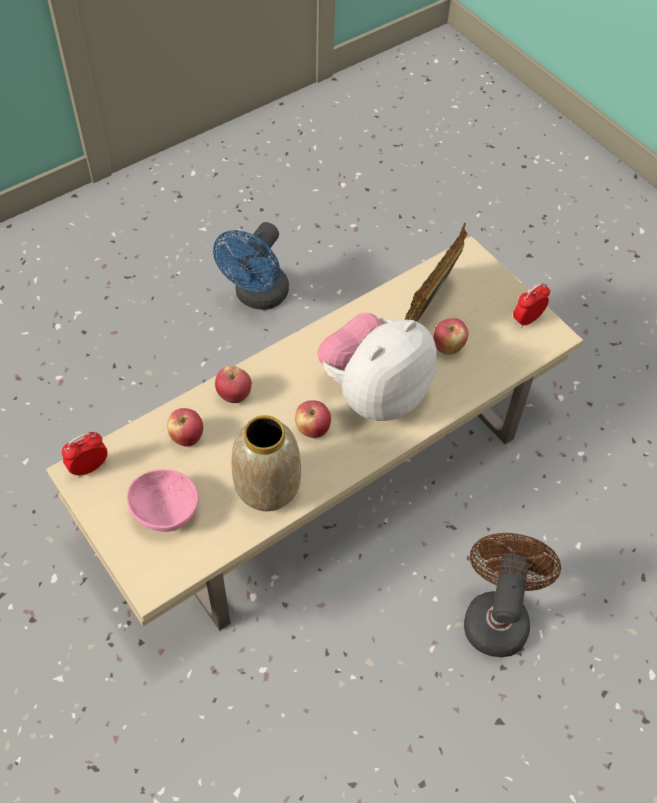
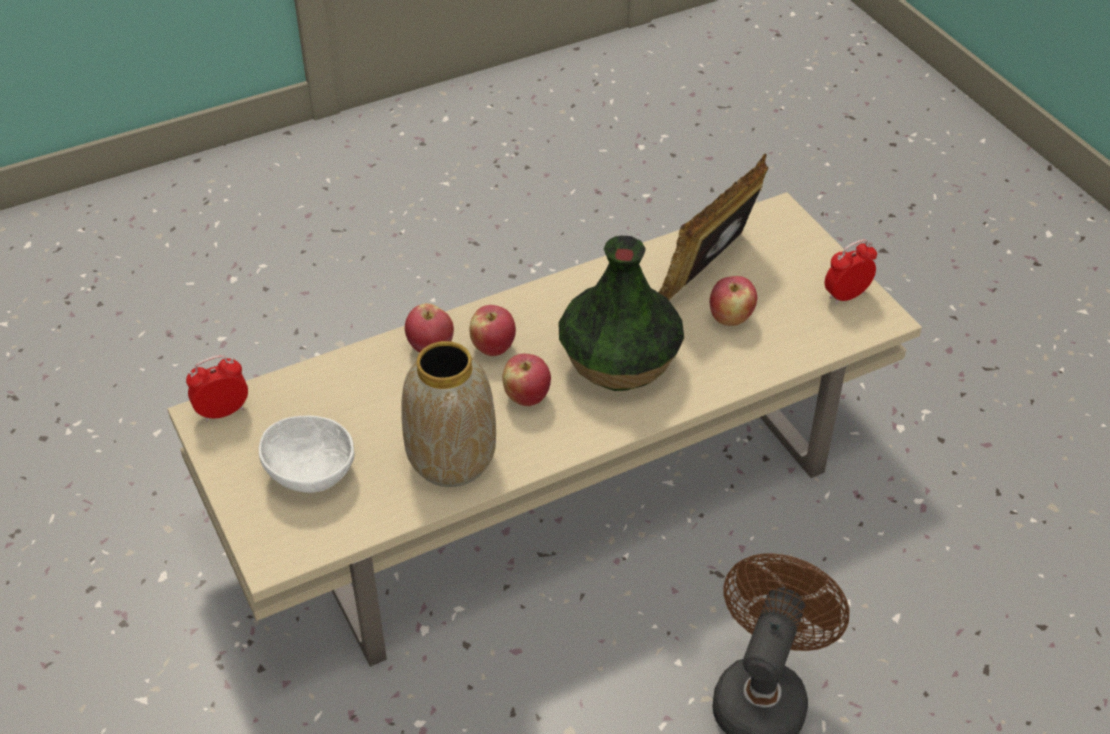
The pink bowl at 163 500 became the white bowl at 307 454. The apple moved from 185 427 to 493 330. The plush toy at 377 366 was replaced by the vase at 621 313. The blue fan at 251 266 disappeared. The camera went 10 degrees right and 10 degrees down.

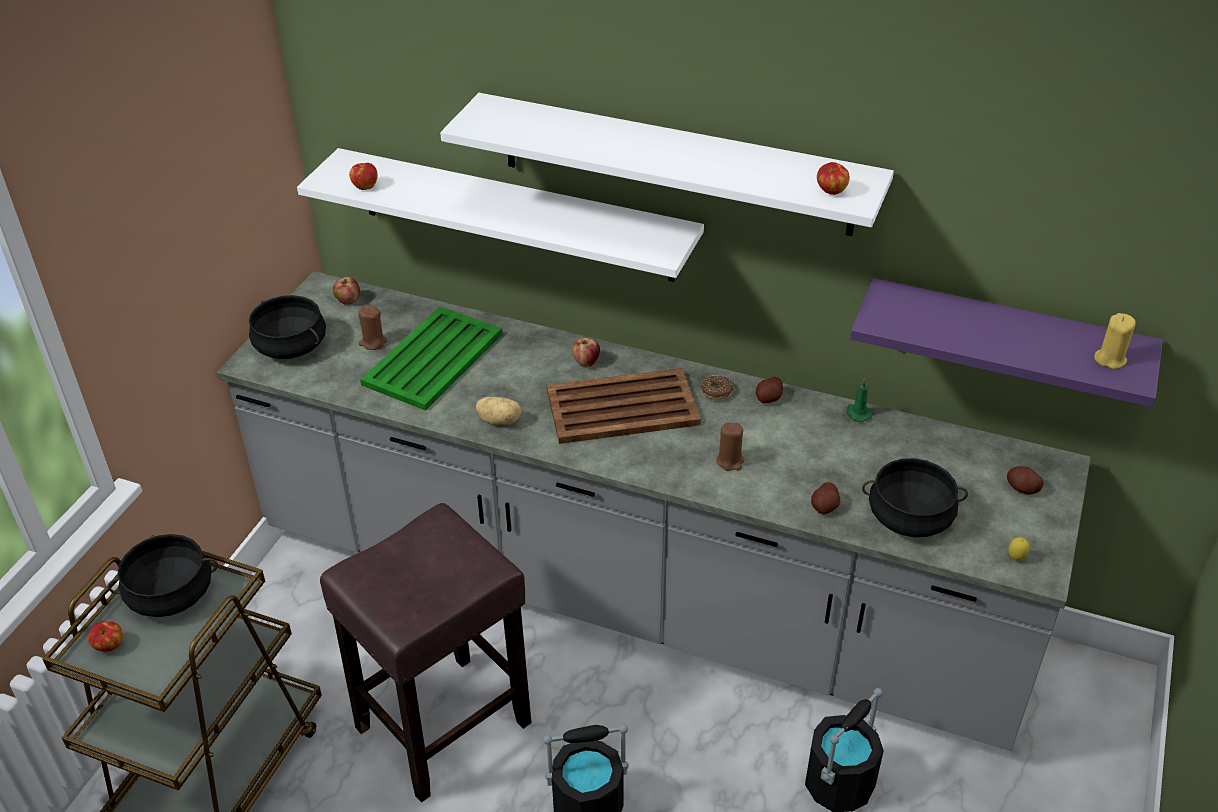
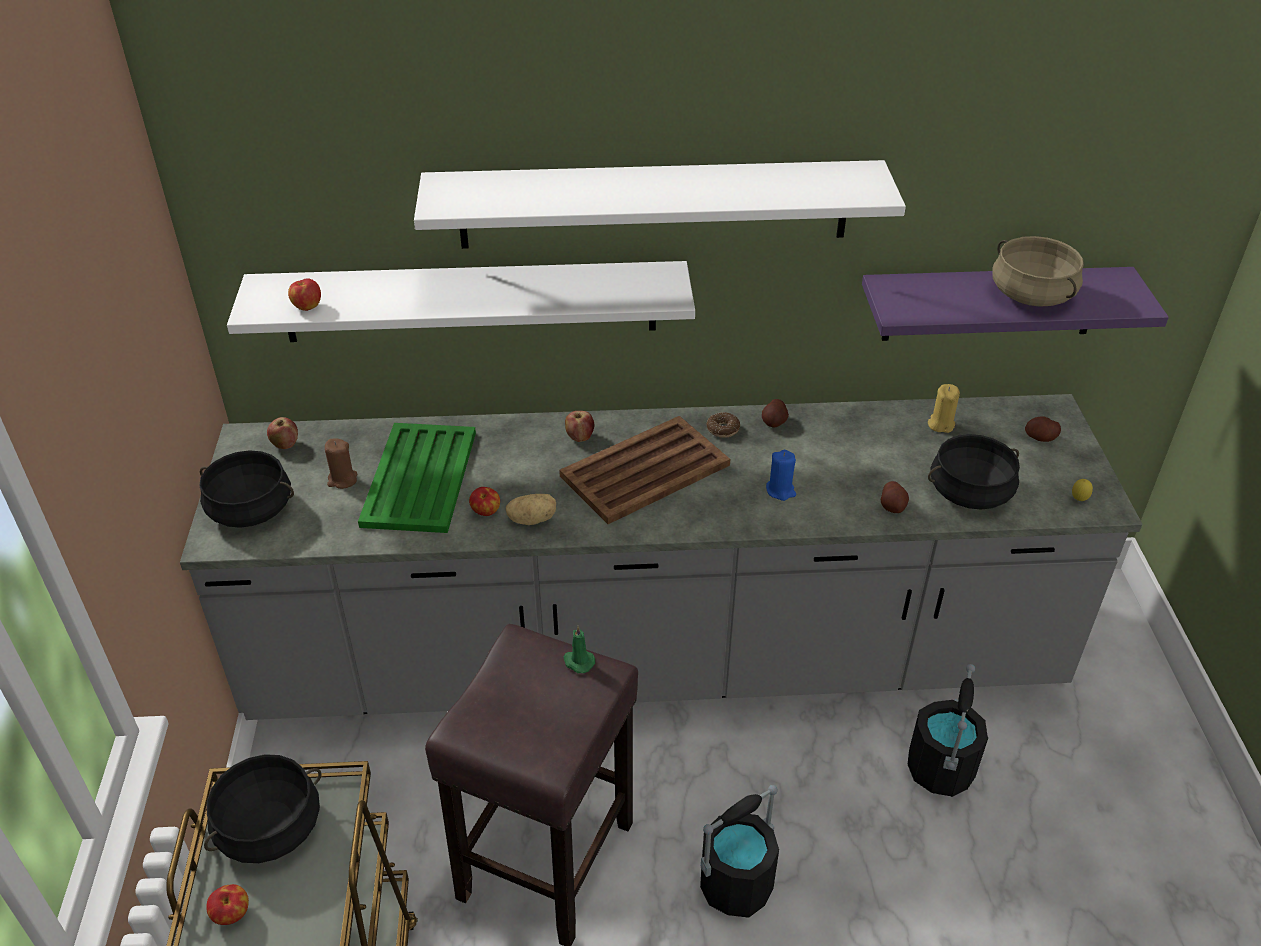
The apple moved from 833 178 to 484 501. The green candle moved from 859 400 to 579 649. The brown candle at 730 447 became the blue candle at 781 475. The yellow candle moved from 1115 341 to 944 408. The beige cooking pot at 1038 271 appeared. The camera went 25 degrees left and 0 degrees up.

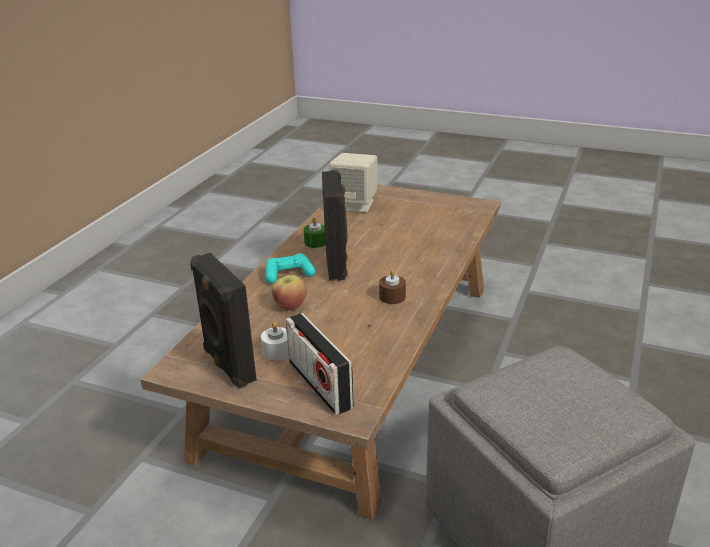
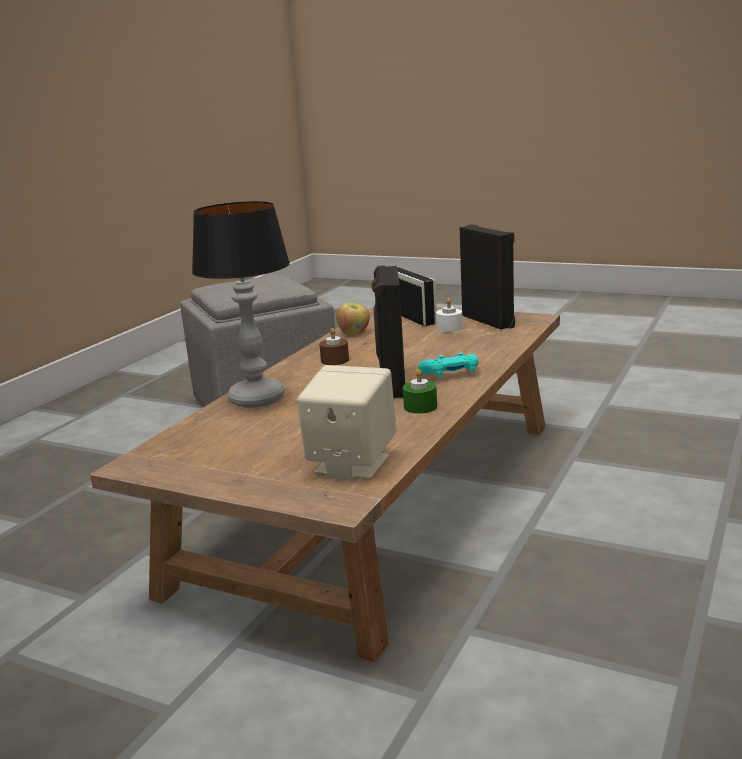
The table lamp at 241 304 appeared. The apple moved from 289 293 to 353 319. The camera went 175 degrees left and 10 degrees down.

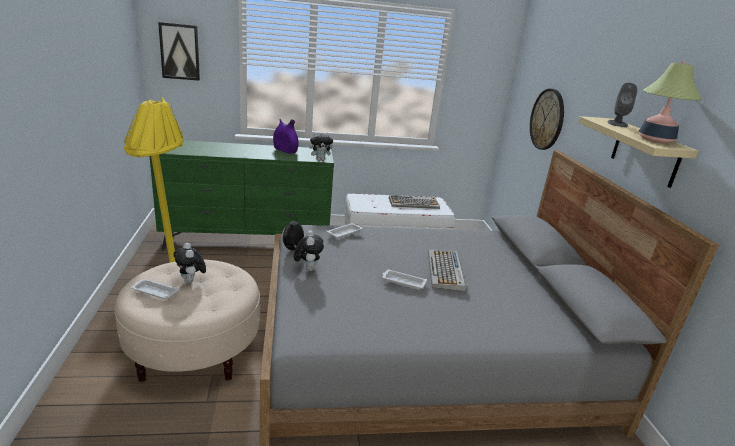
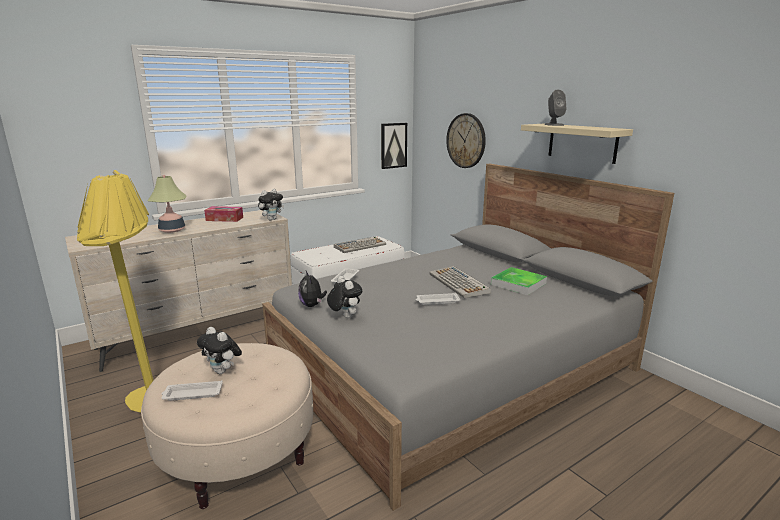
The green dresser at 241 195 became the beige dresser at 178 291. The table lamp moved from 670 102 to 167 204. The purple vase at 285 136 was replaced by the tissue box at 223 214. The picture moved from 179 51 to 394 146. The tray at 519 281 appeared. The camera went 25 degrees left and 5 degrees down.

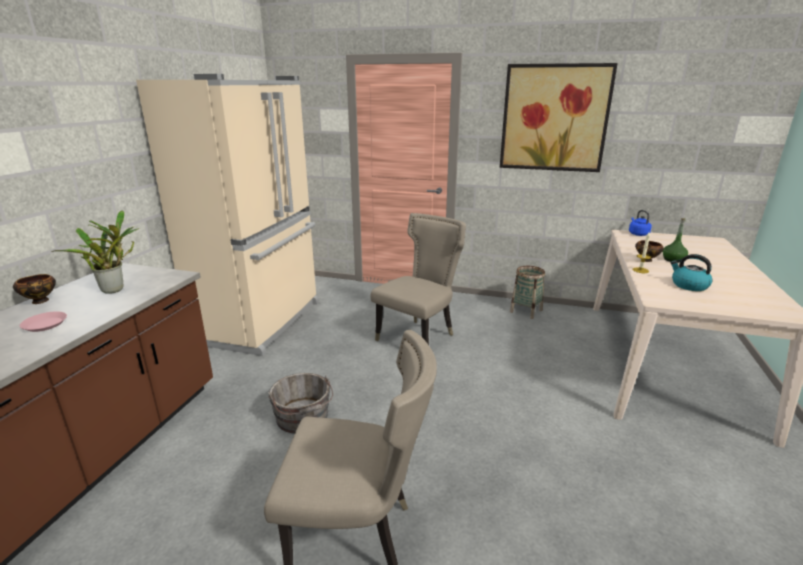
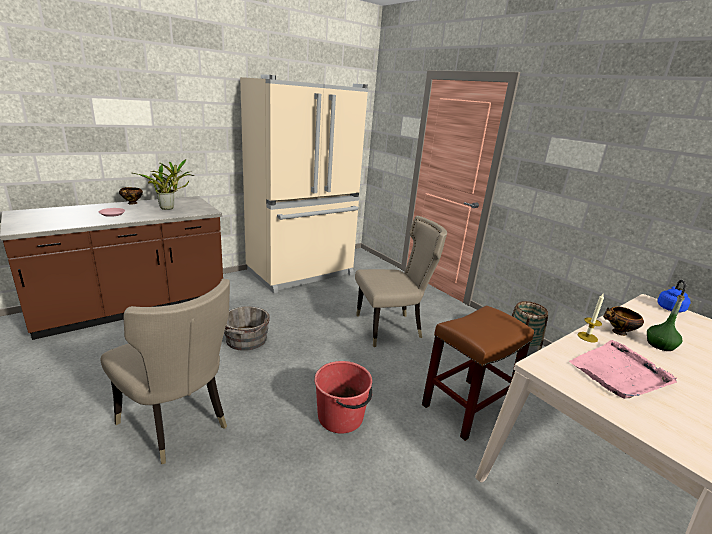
The red bucket at 343 397 appeared. The brown stool at 478 373 appeared. The kettle at 691 272 was replaced by the pink tray at 623 369. The picture at 559 117 disappeared. The camera went 35 degrees right and 0 degrees up.

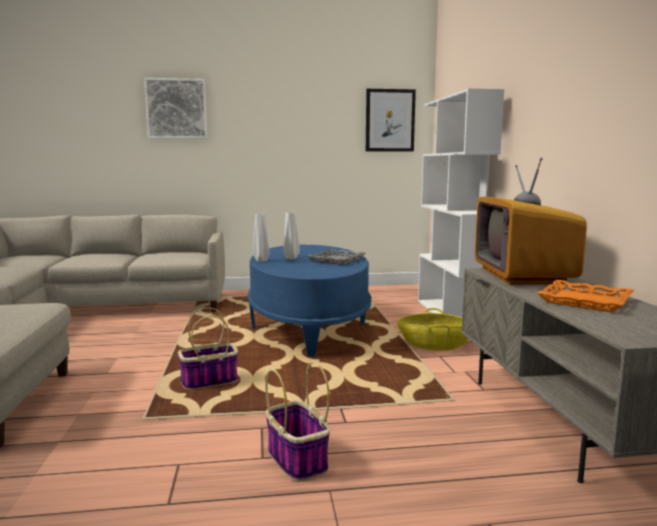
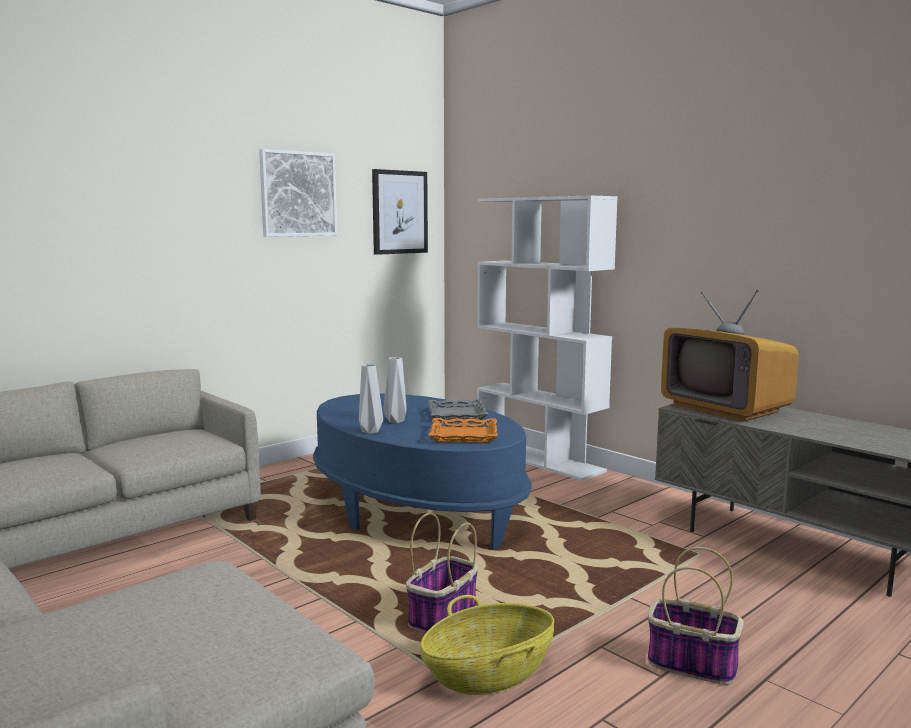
The picture moved from 176 108 to 298 193. The basket moved from 432 329 to 487 645. The orange tray moved from 585 296 to 463 430. The camera went 35 degrees left and 0 degrees up.

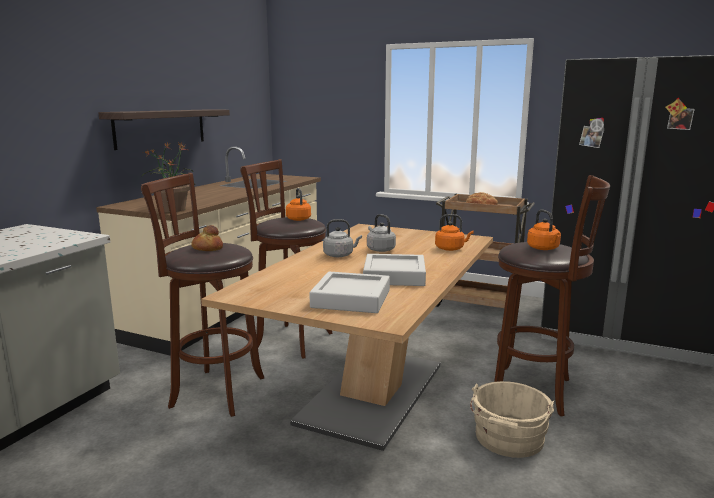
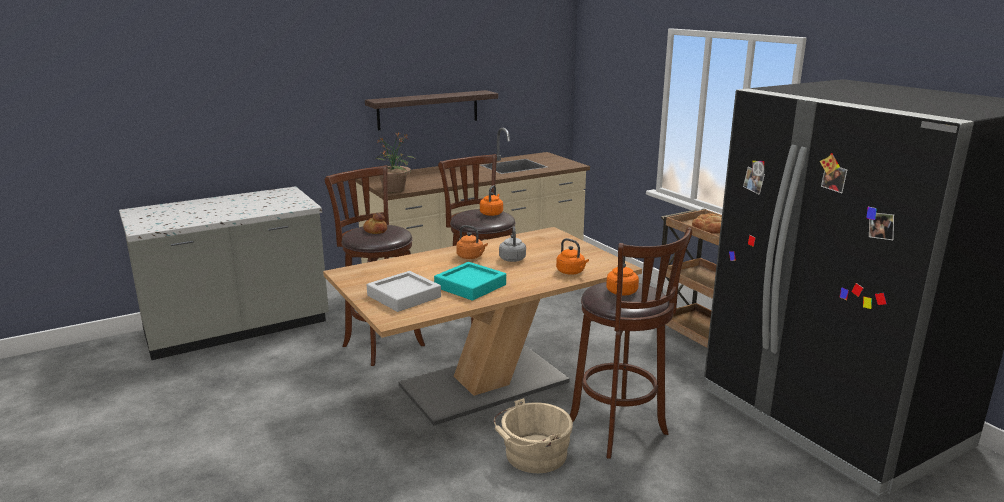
The grey tray at 394 270 became the turquoise tray at 470 281. The grey kettle at 342 238 became the orange kettle at 472 242. The camera went 35 degrees right and 5 degrees up.

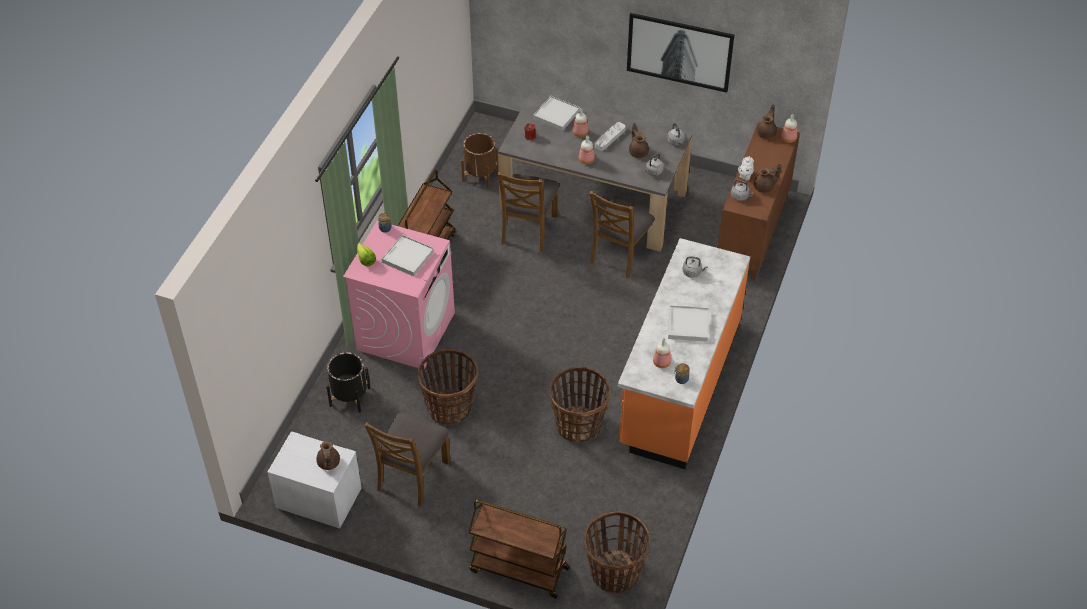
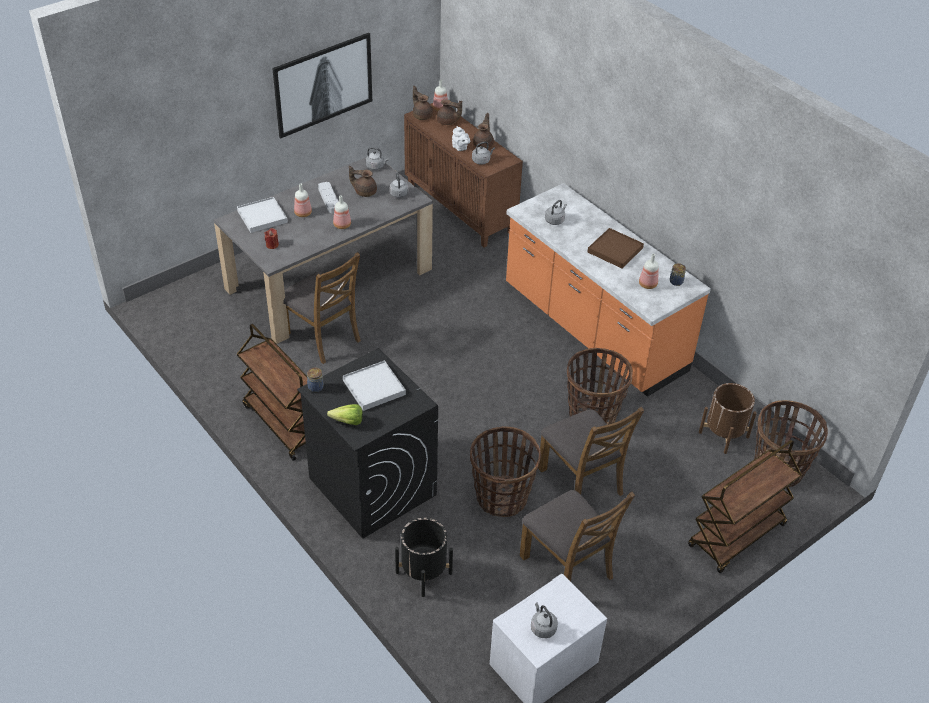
The pink washing machine at 399 295 became the black washing machine at 367 443. The brown teapot moved from 328 455 to 449 112. The grey kettle at 544 620 appeared. The brown chair moved from 622 235 to 591 451. The white tray at 688 323 became the brown tray at 616 248. The brown planter moved from 480 160 to 728 418. The camera went 60 degrees left and 5 degrees down.

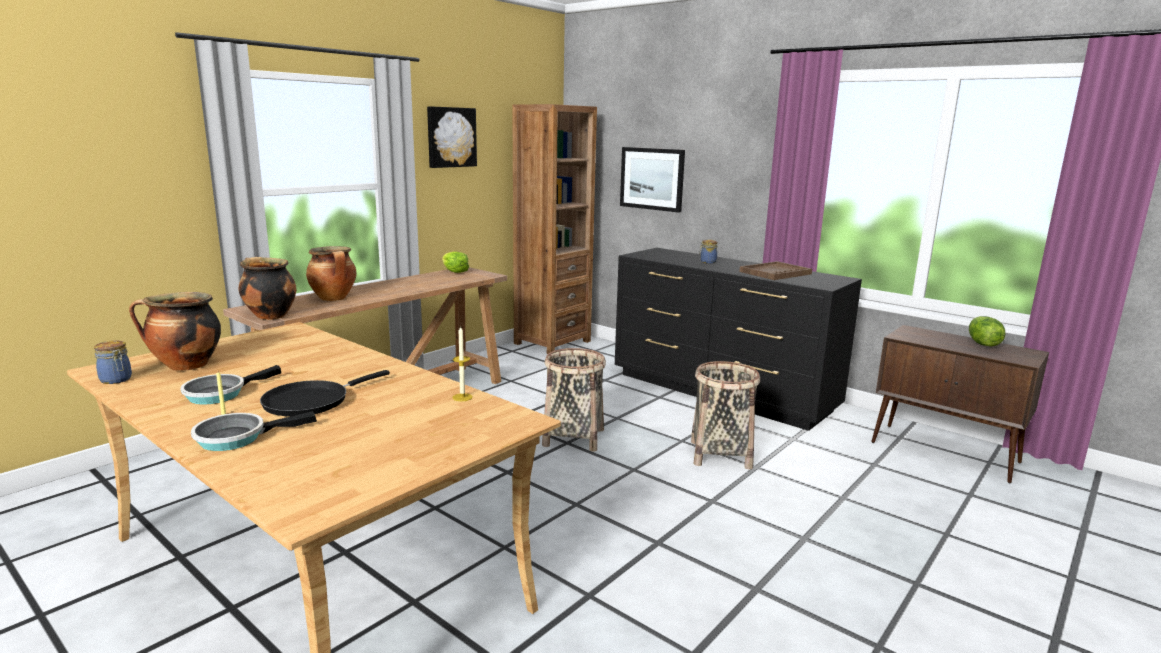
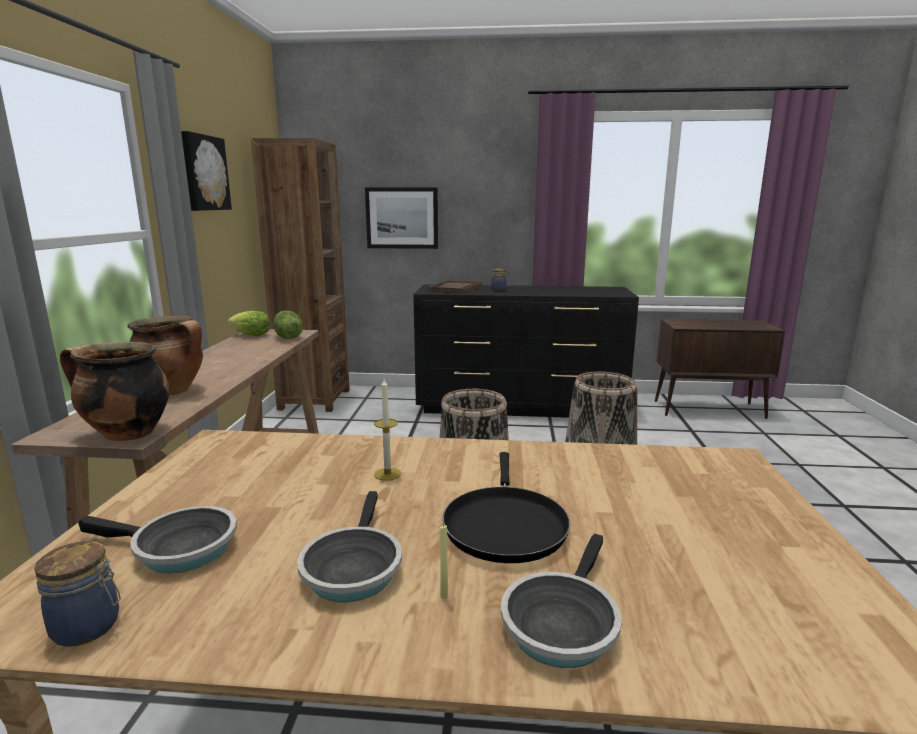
The cooking pot at 175 331 was replaced by the frying pan at 157 539. The lettuce moved from 987 331 to 288 324. The candle moved from 463 363 to 387 430. The brown tray moved from 775 270 to 454 287. The camera went 35 degrees left and 0 degrees up.

